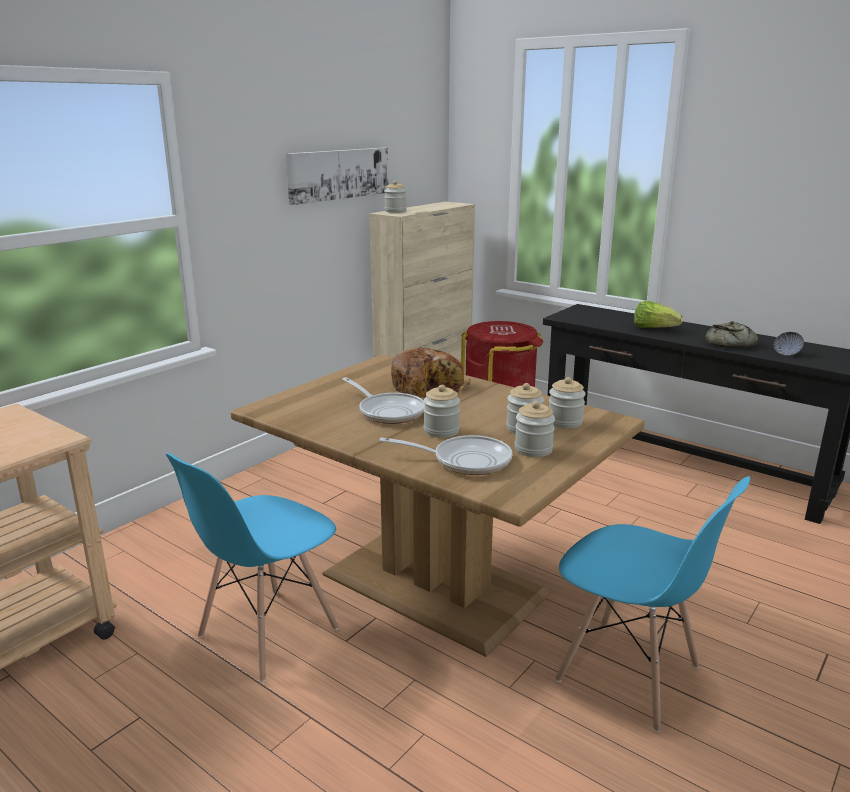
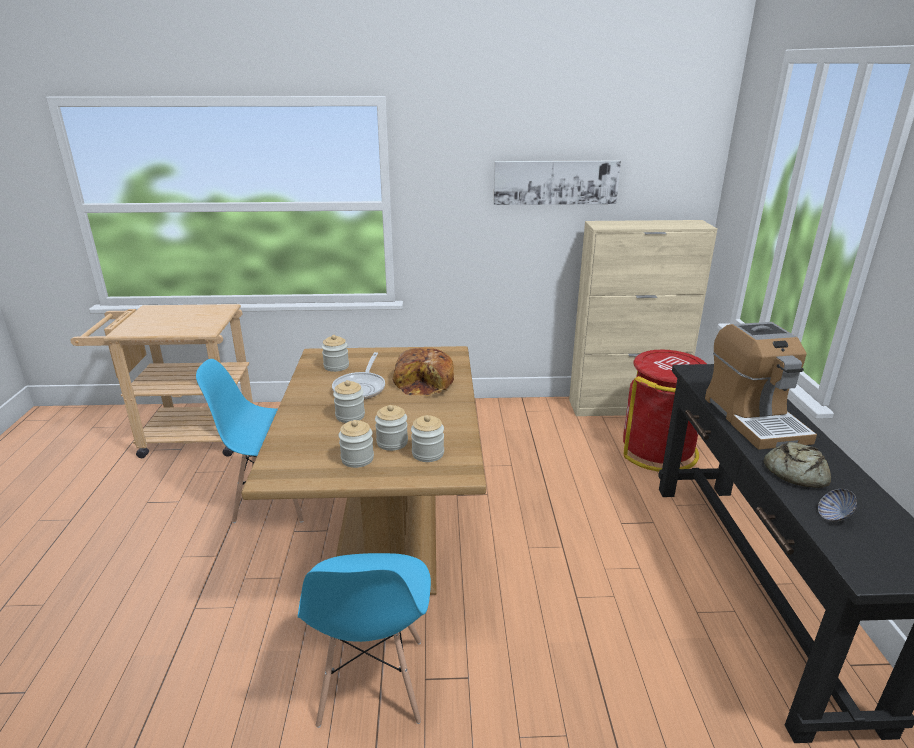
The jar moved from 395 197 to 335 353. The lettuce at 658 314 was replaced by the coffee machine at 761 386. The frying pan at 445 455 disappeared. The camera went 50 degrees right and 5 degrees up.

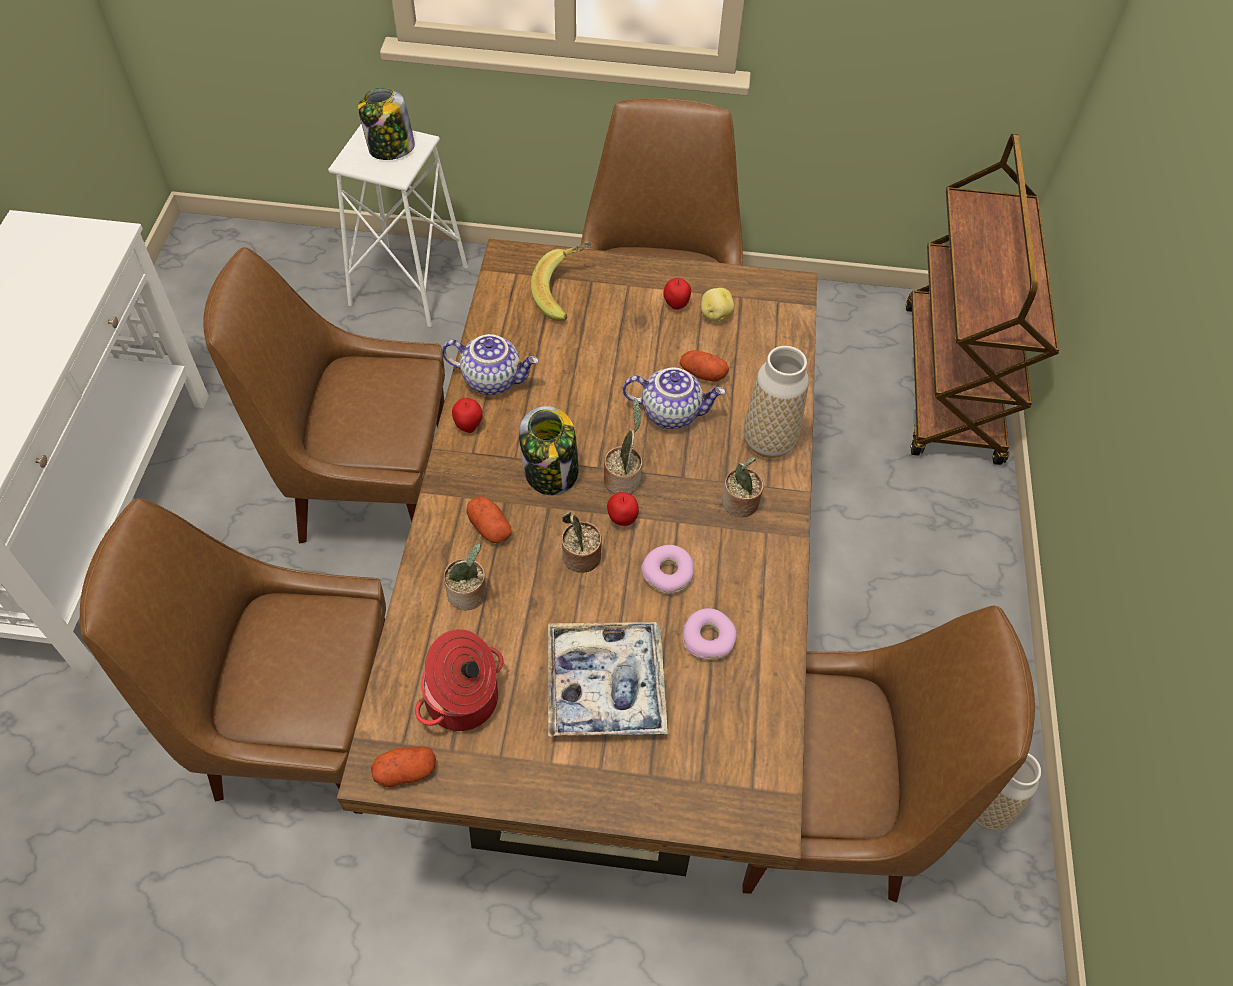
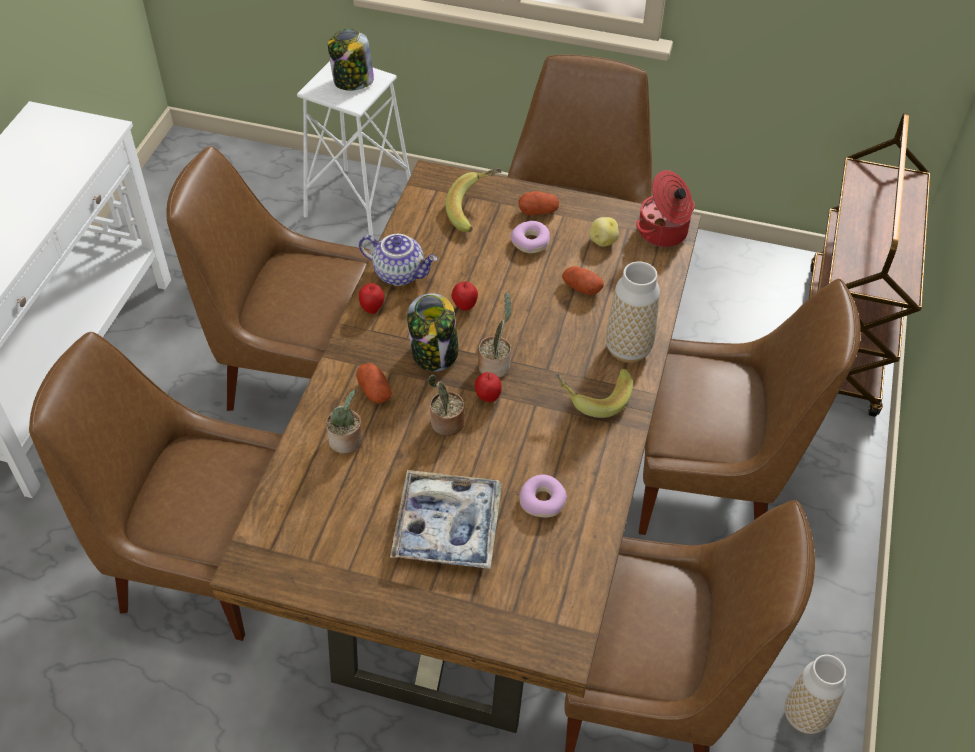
The apple moved from 677 294 to 465 296. The donut moved from 667 569 to 530 237. The potato moved from 403 766 to 539 203. The potted plant at 743 487 was replaced by the banana at 594 393. The cooking pot moved from 459 680 to 665 208. The brown chair at 750 407 appeared. The teapot at 674 398 disappeared. The camera went 10 degrees right and 5 degrees down.

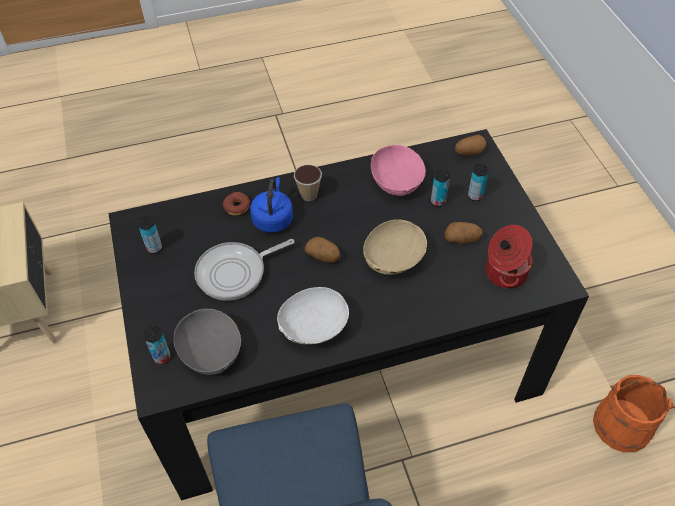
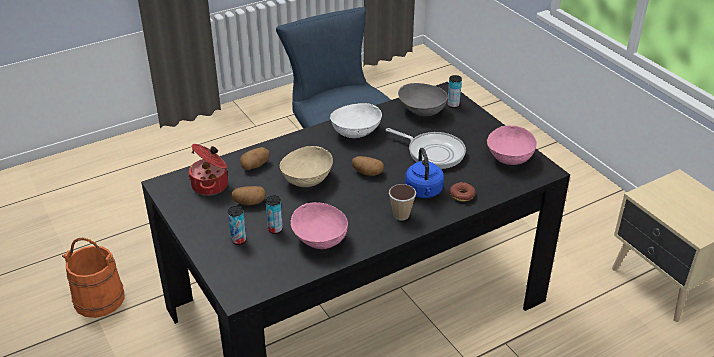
The potato moved from 470 145 to 255 158. The frying pan at 244 270 turned 75 degrees clockwise. The can at 150 235 was replaced by the pink bowl at 512 145. The camera went 165 degrees right and 15 degrees down.

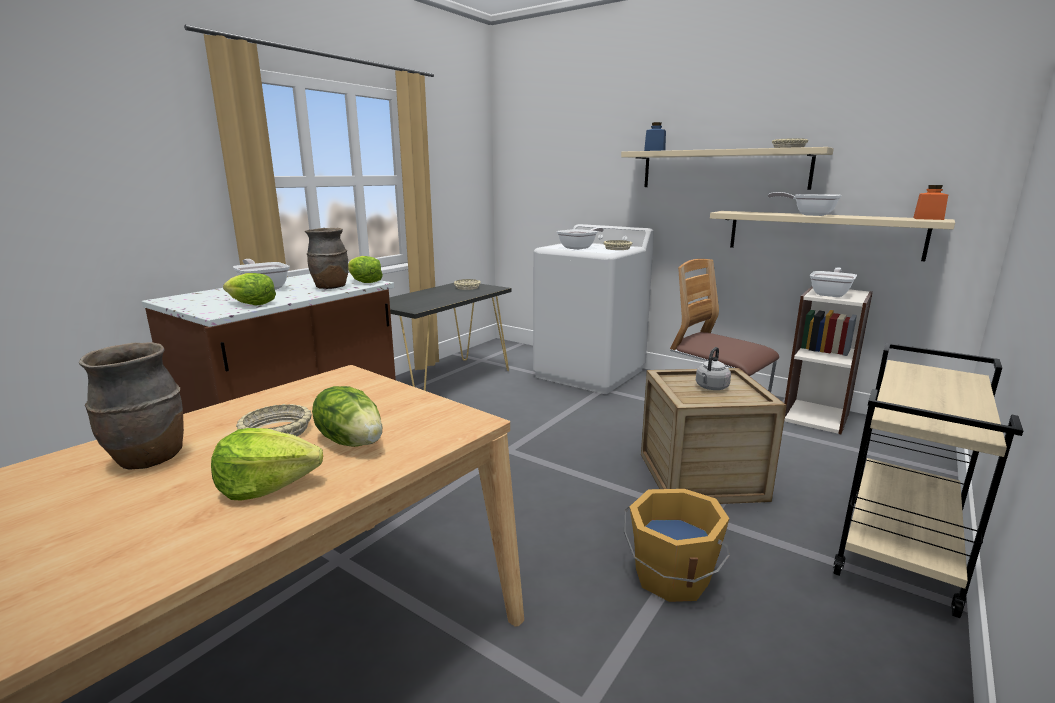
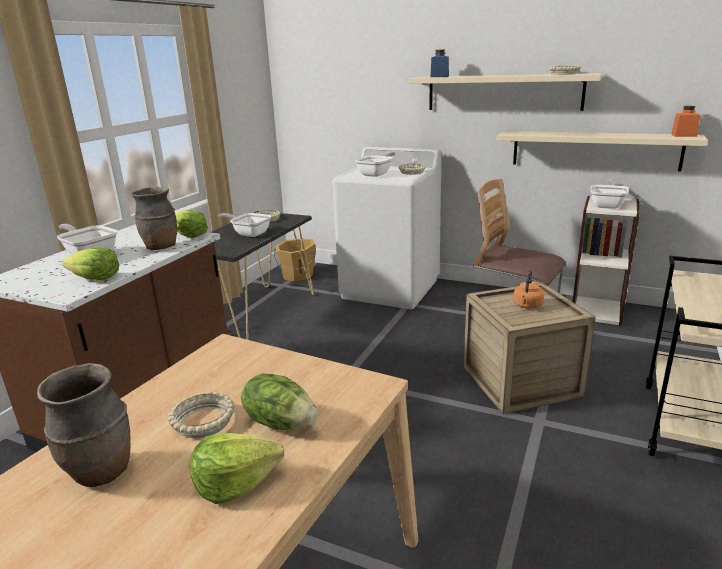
The frying pan moved from 805 204 to 244 225. The orange bucket moved from 677 545 to 294 260. The grey kettle at 713 368 became the orange kettle at 529 289. The camera went 10 degrees left and 5 degrees up.

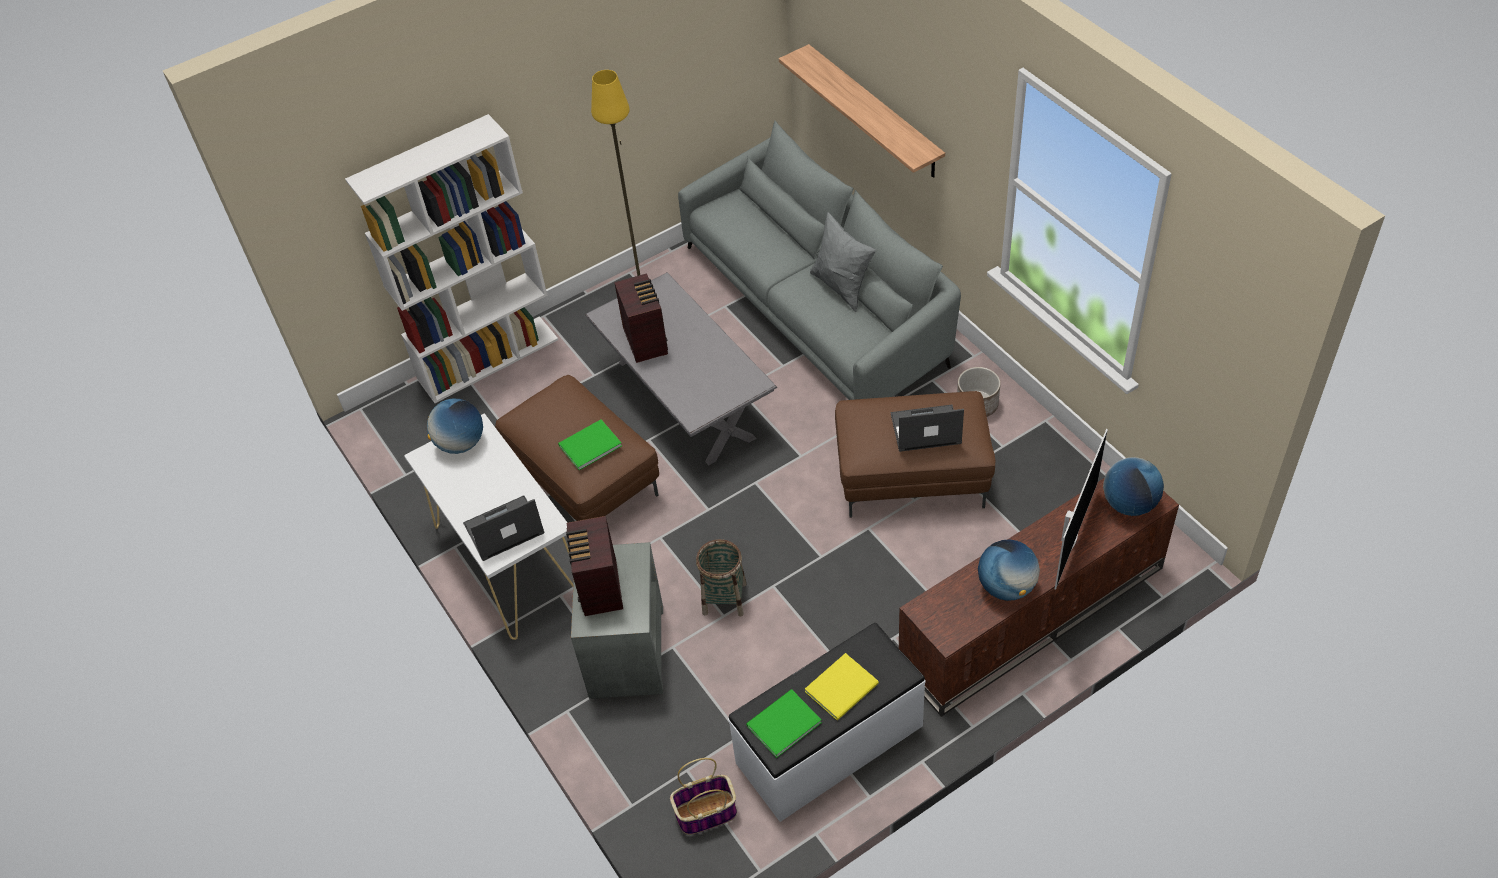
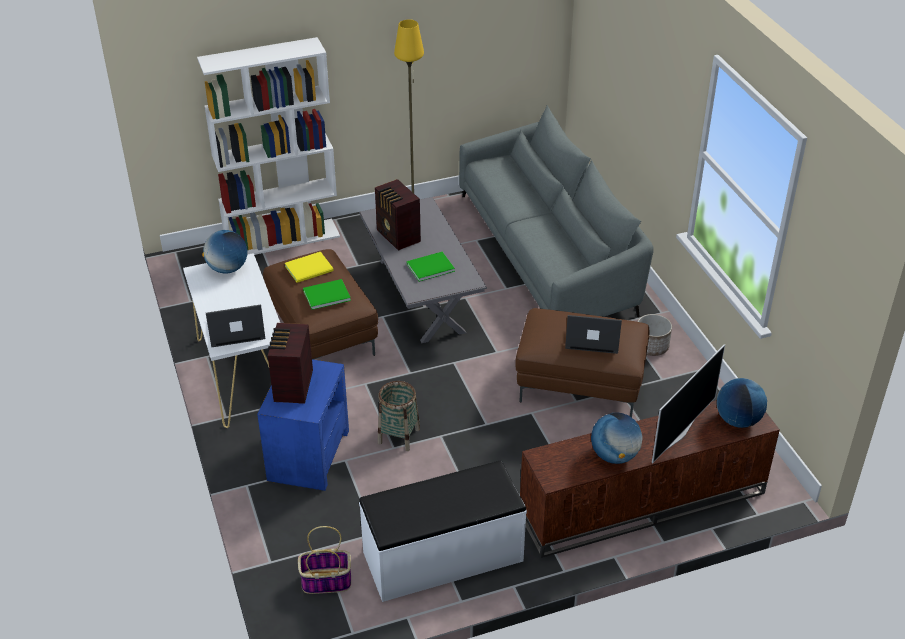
The grey side table at 617 620 became the blue side table at 303 425. The yellow book moved from 842 686 to 309 267. The radio at 641 318 turned 150 degrees clockwise. The green book moved from 784 723 to 431 267. The shelf at 862 111 disappeared. The grey pillow at 843 262 disappeared. The camera went 10 degrees right and 10 degrees down.

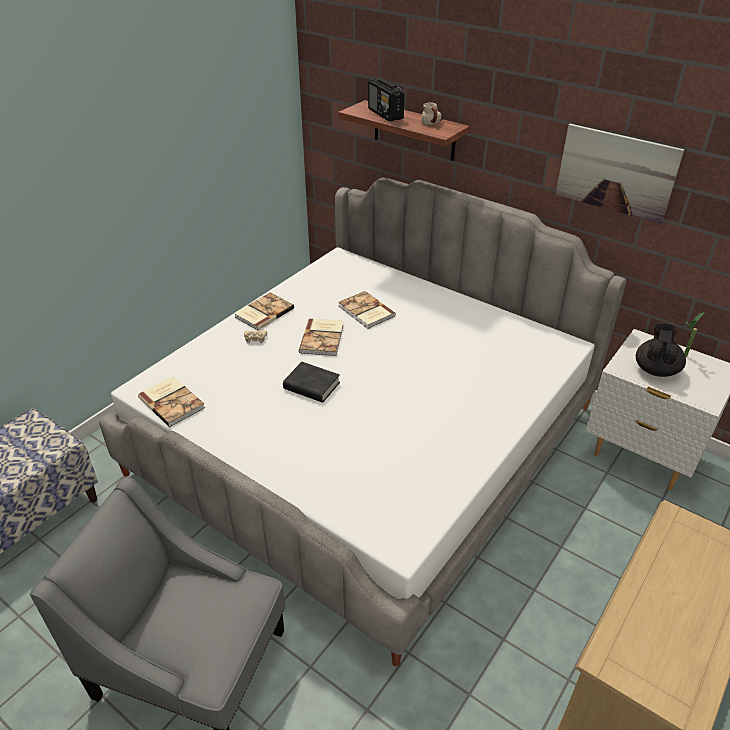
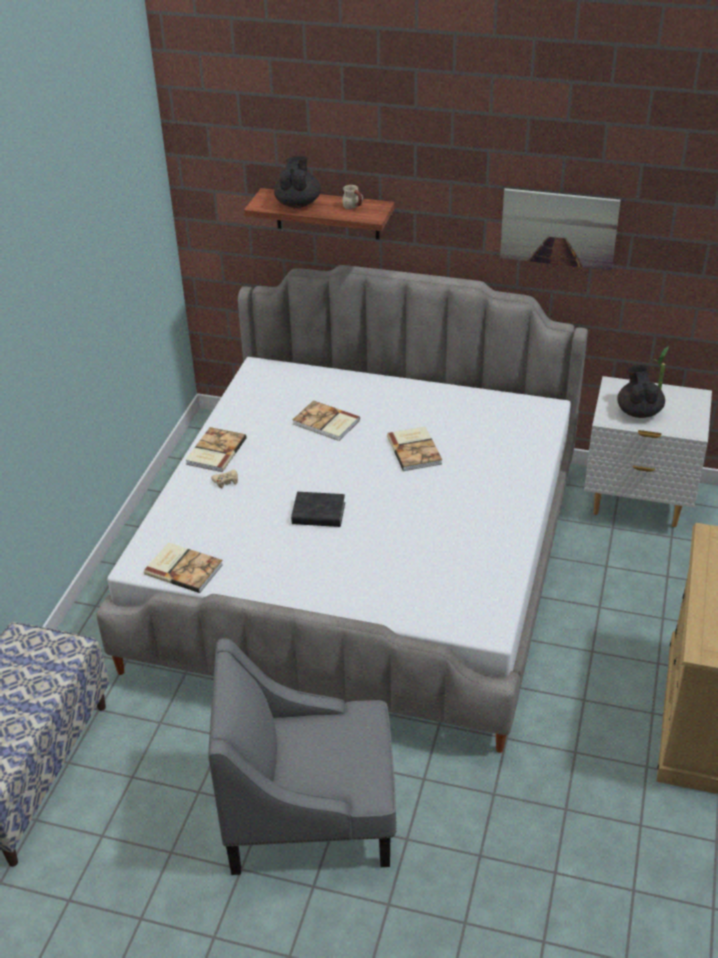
The radio at 386 99 was replaced by the black teapot at 297 182. The book moved from 321 337 to 414 449. The camera went 20 degrees left and 0 degrees up.

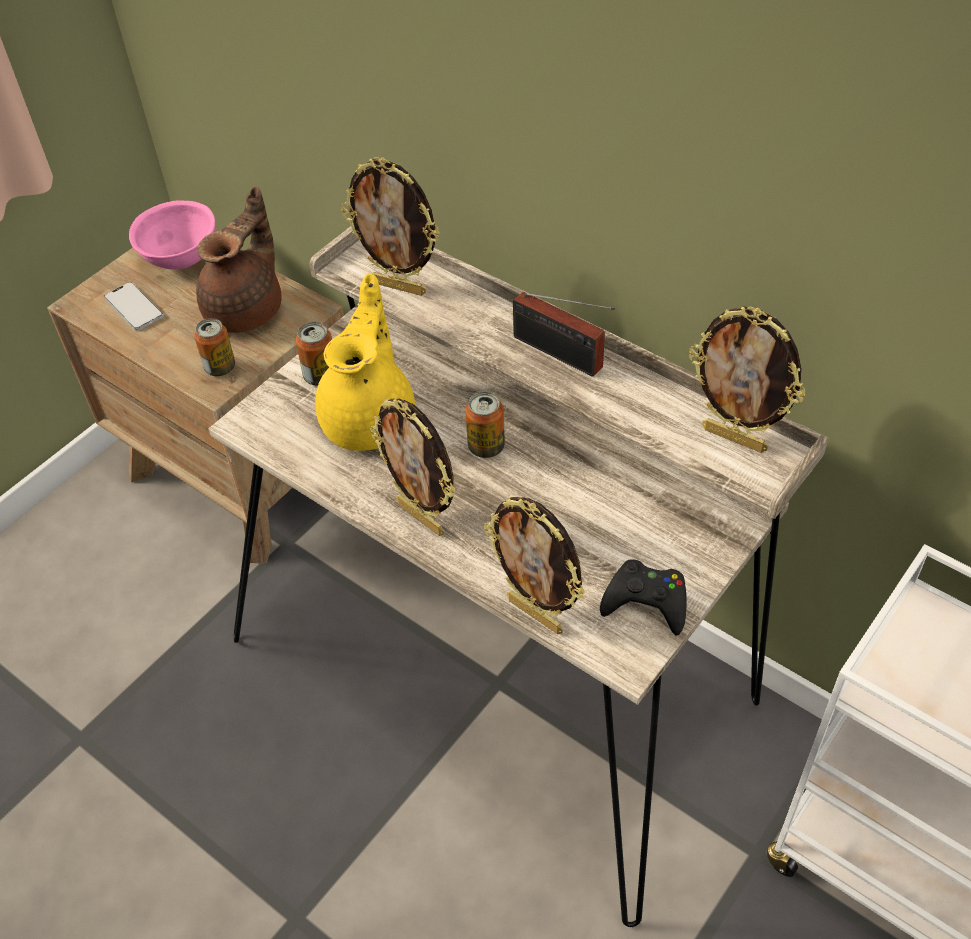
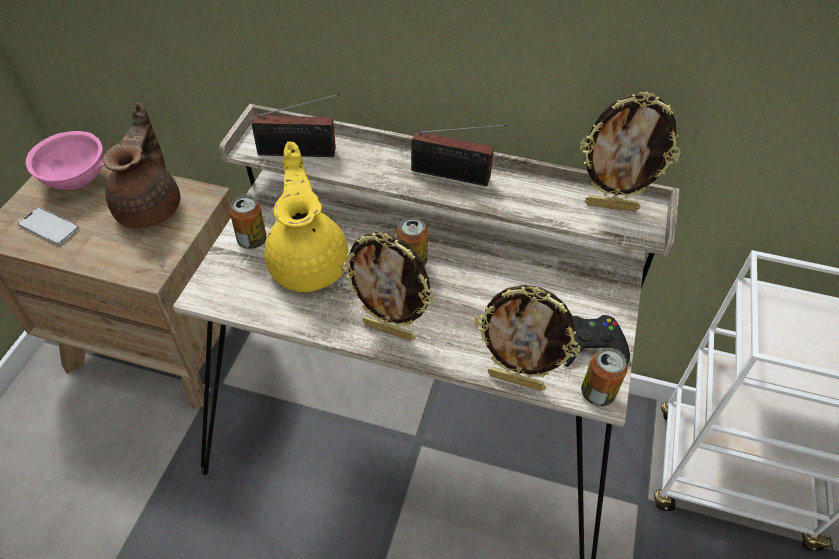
The picture frame at 390 226 was replaced by the radio at 296 125. The can moved from 214 347 to 604 377. The camera went 25 degrees left and 0 degrees up.

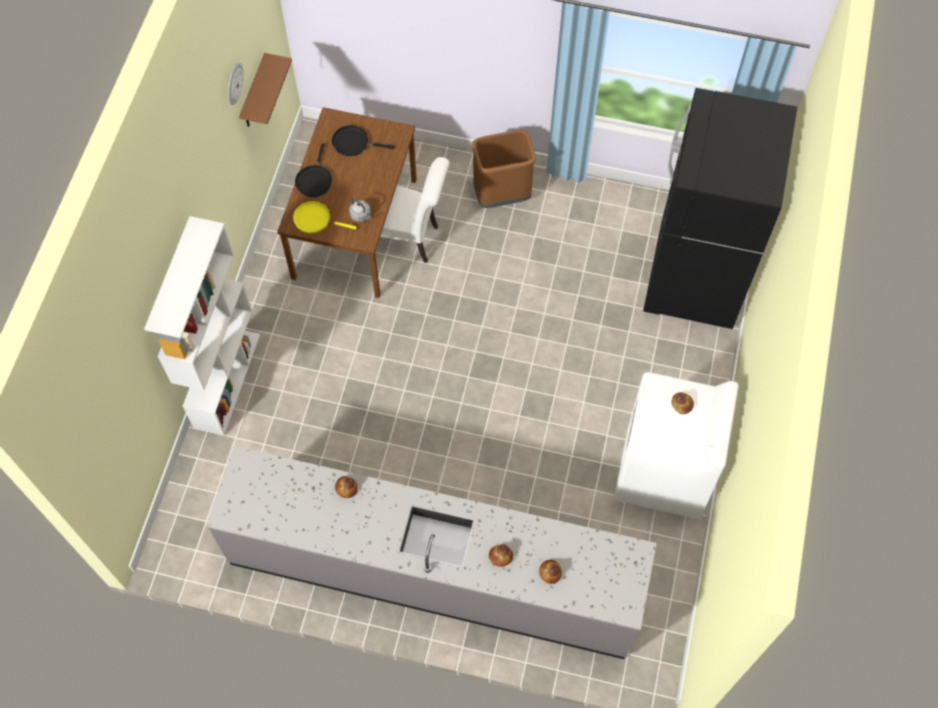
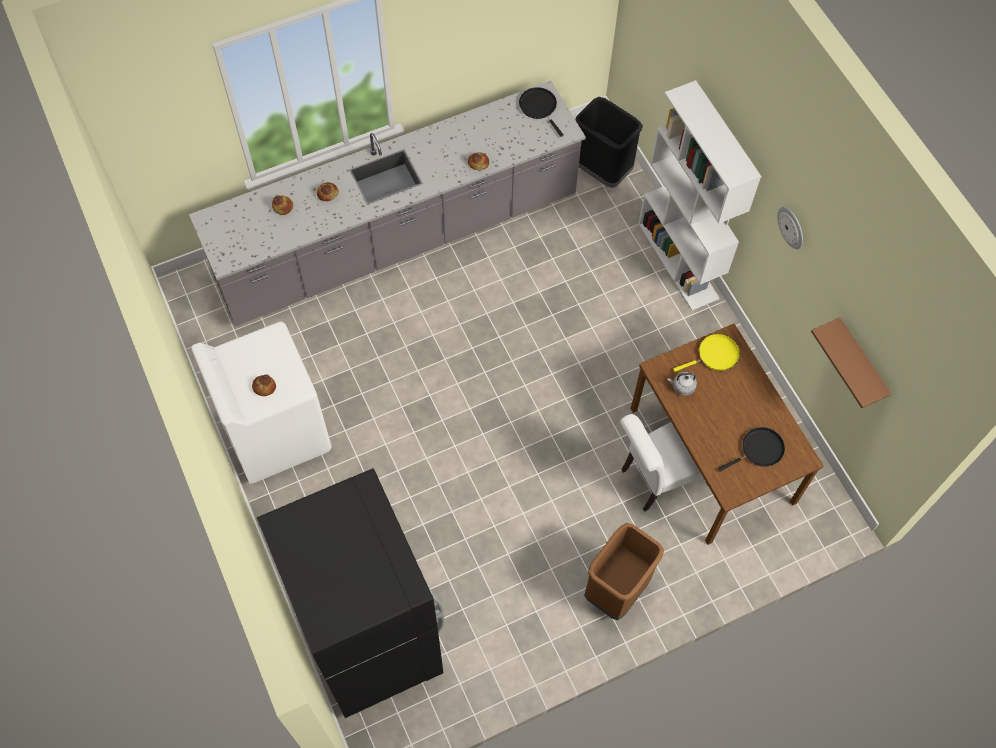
The black frying pan moved from 313 170 to 541 112. The black trash can at 609 142 appeared. The wall clock moved from 236 84 to 790 228. The camera went 140 degrees right and 0 degrees up.

